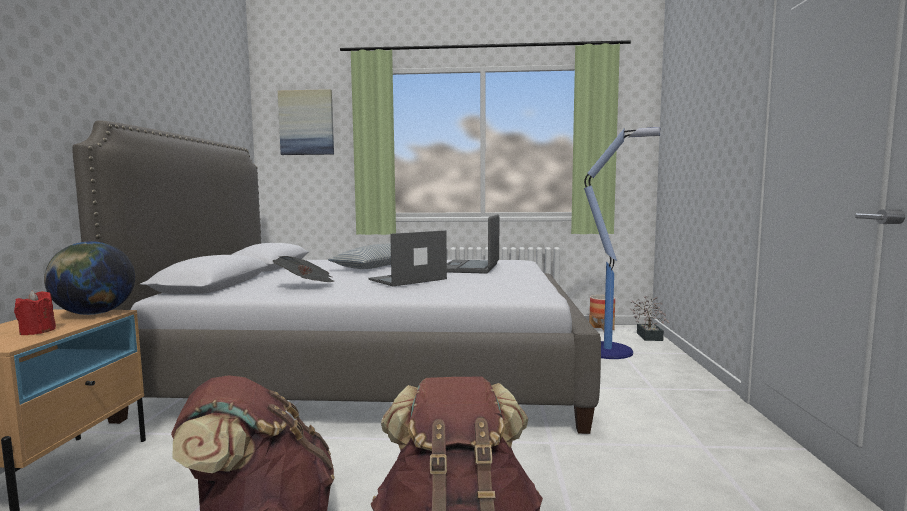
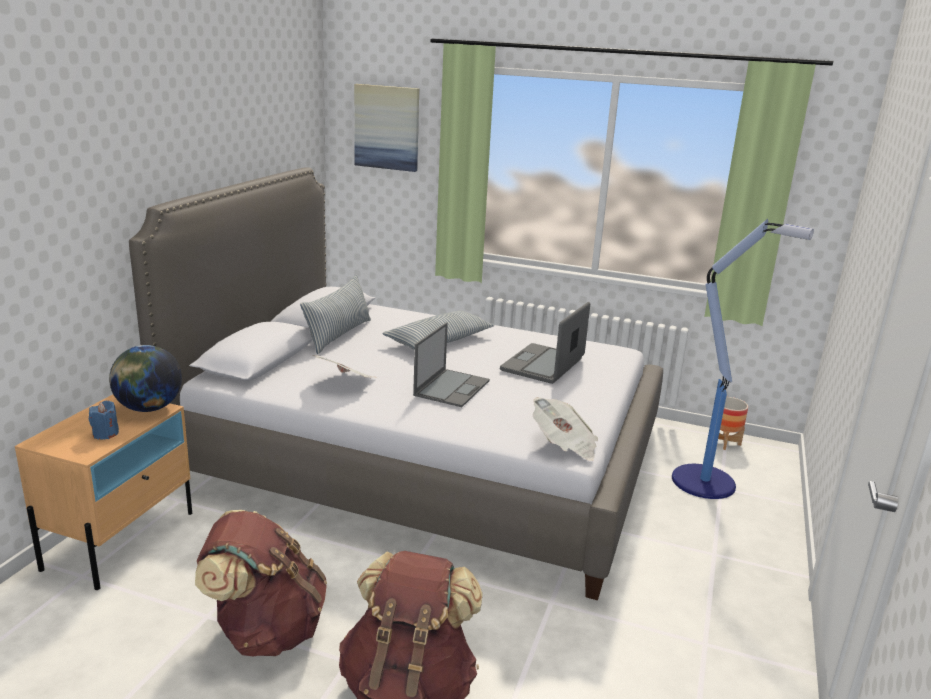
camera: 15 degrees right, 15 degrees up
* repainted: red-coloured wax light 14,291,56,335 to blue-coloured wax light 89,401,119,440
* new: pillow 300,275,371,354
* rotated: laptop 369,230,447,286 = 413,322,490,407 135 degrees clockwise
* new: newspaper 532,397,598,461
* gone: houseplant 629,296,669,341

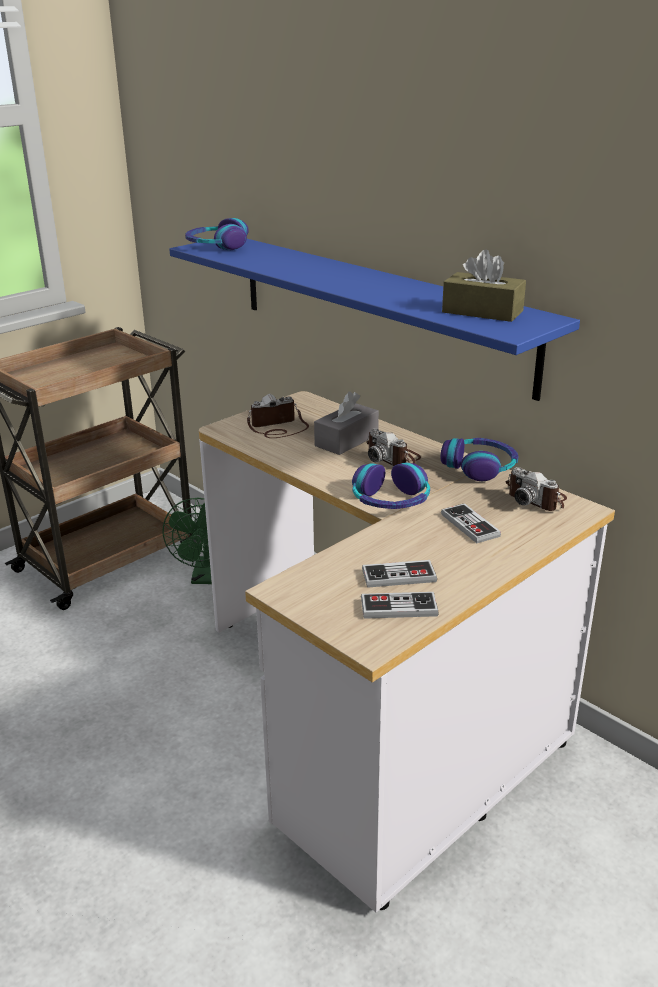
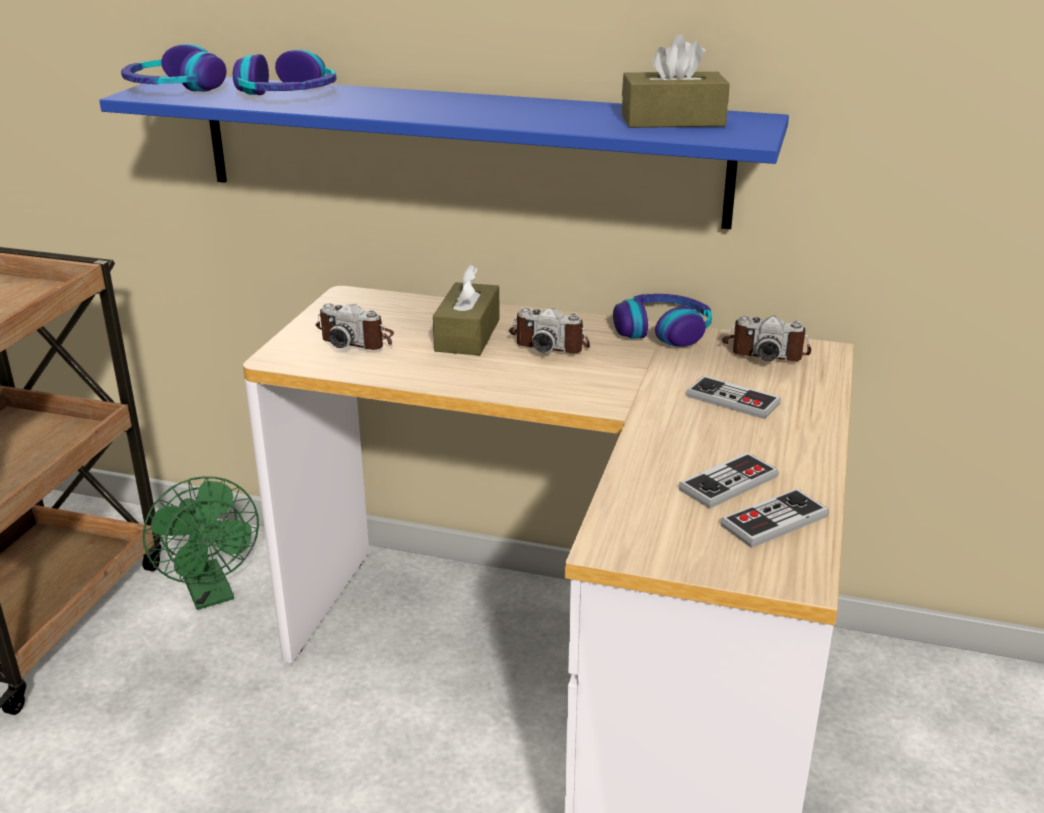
camera: 30 degrees left, 0 degrees up
* shifted: headset 352,462,430,509 to 233,50,337,95
* rotated: photo camera 247,394,309,438 = 316,303,394,350 105 degrees counterclockwise
* repainted: grey tissue holder 314,391,379,455 to brown tissue holder 433,265,500,355

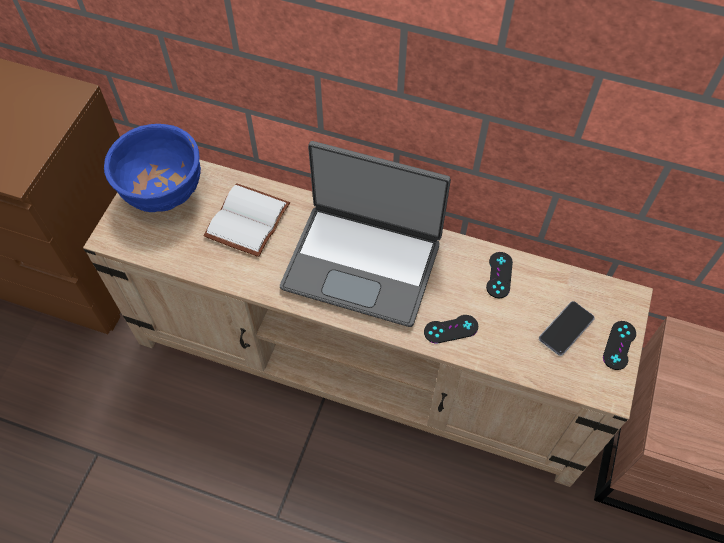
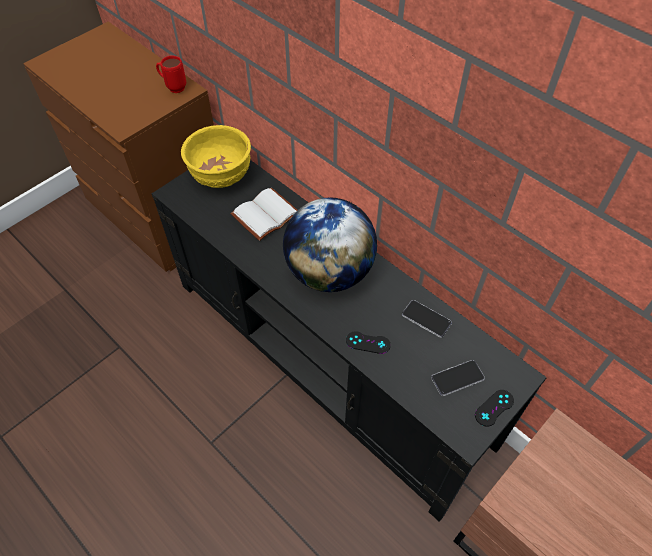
camera: 25 degrees right, 5 degrees down
* repainted: sand-coloured media console 83,159,653,487 to black-coloured media console 152,160,547,522
* new: red-coloured tea mug 156,56,186,93
* repainted: blue-coloured deep dish 104,124,201,212 to yellowish deep dish 181,125,251,188
* swapped: laptop 280,141,451,327 to desk globe 283,198,377,292
* swapped: black-coloured joypad 486,252,513,298 to handset 402,300,452,338

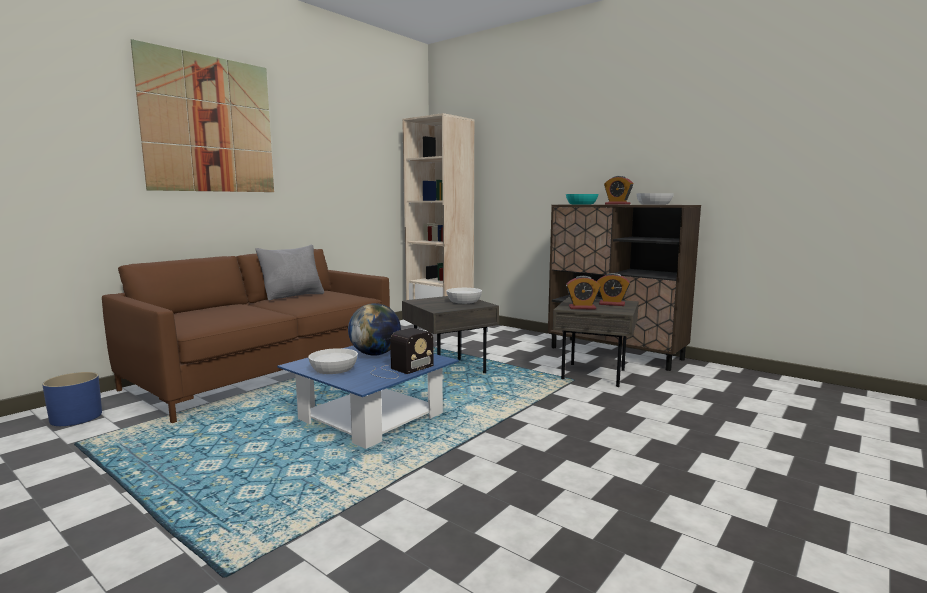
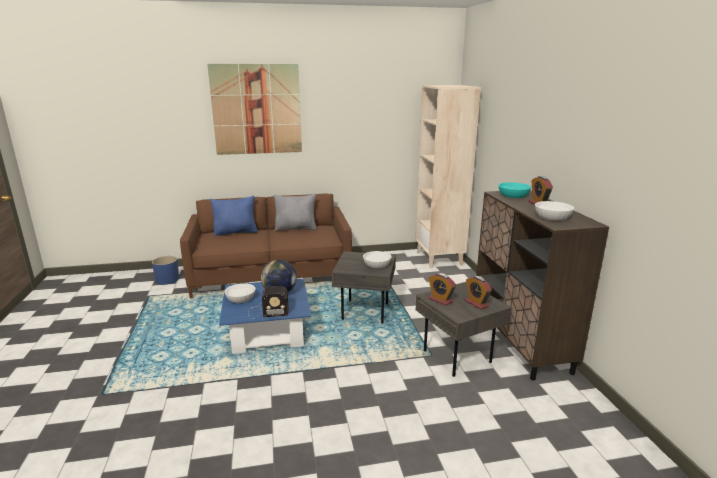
camera: 40 degrees right, 10 degrees up
* new: blue-coloured pillow 210,195,258,236

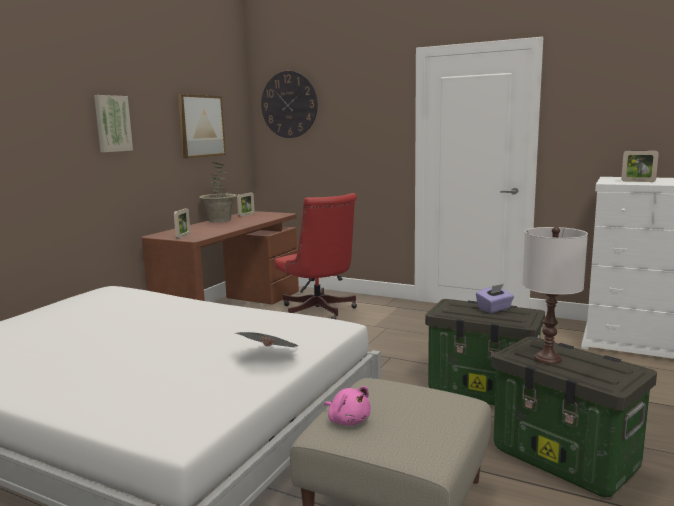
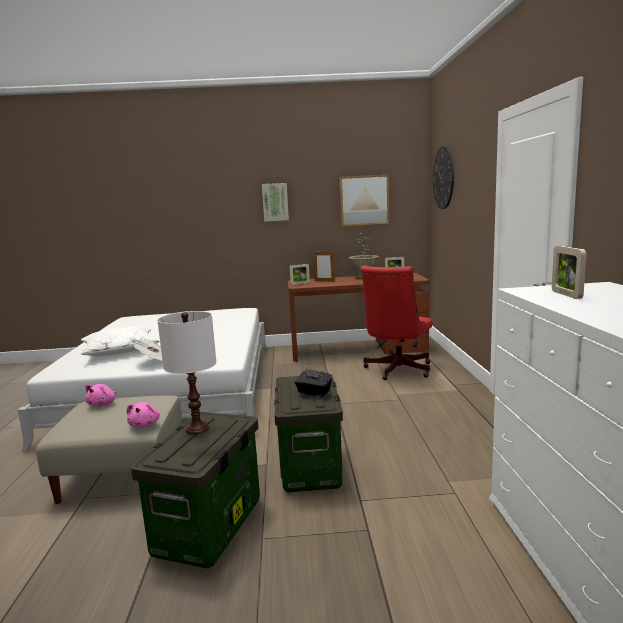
camera: 60 degrees right, 0 degrees up
* new: white-coloured pillow 81,326,160,356
* new: pinkish plush toy 127,402,160,428
* repainted: purple tissue holder 476,284,514,313 to black-coloured tissue holder 295,369,332,397
* new: standing frame 313,250,335,282

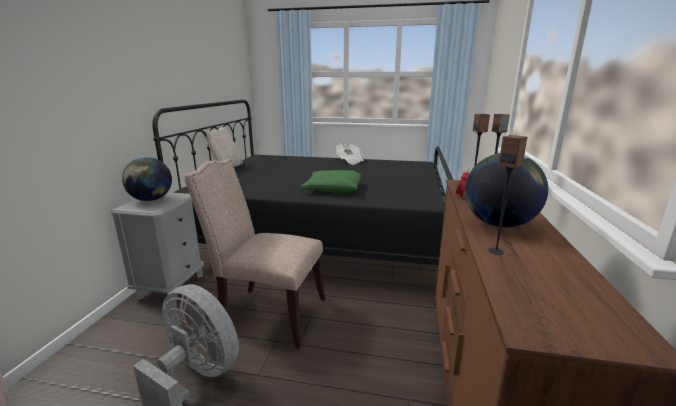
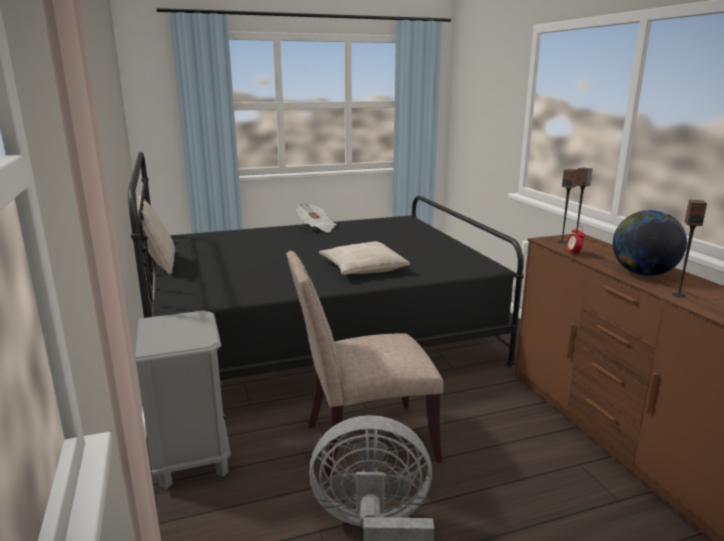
camera: 30 degrees left, 0 degrees up
* repainted: greenish pillow 300,170,362,193 to sand-coloured pillow 319,241,410,275
* gone: desk globe 122,157,172,201

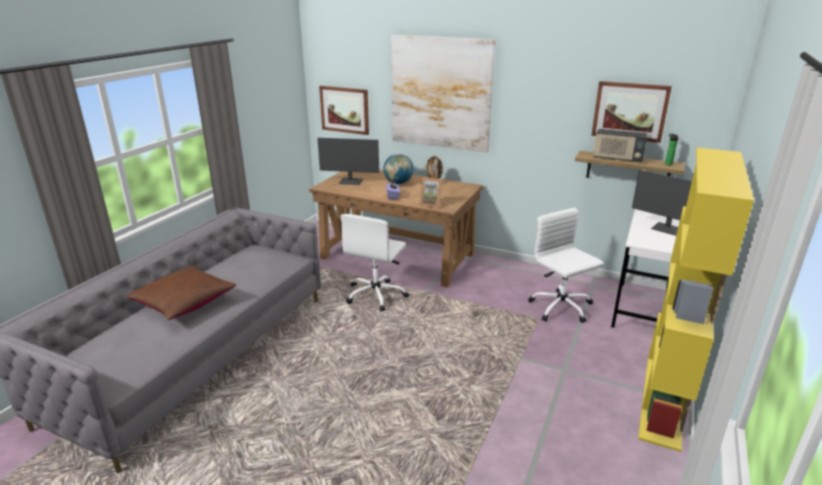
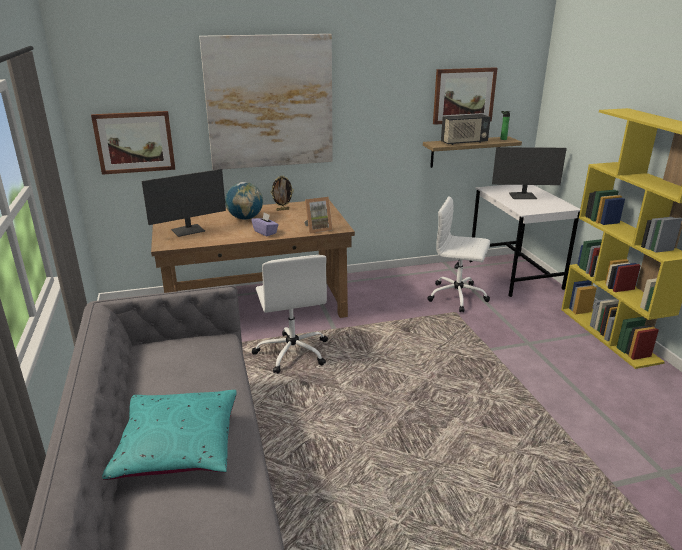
camera: 40 degrees left, 0 degrees up
* repainted: brown pillow 126,265,236,320 to blue-green pillow 102,390,237,480

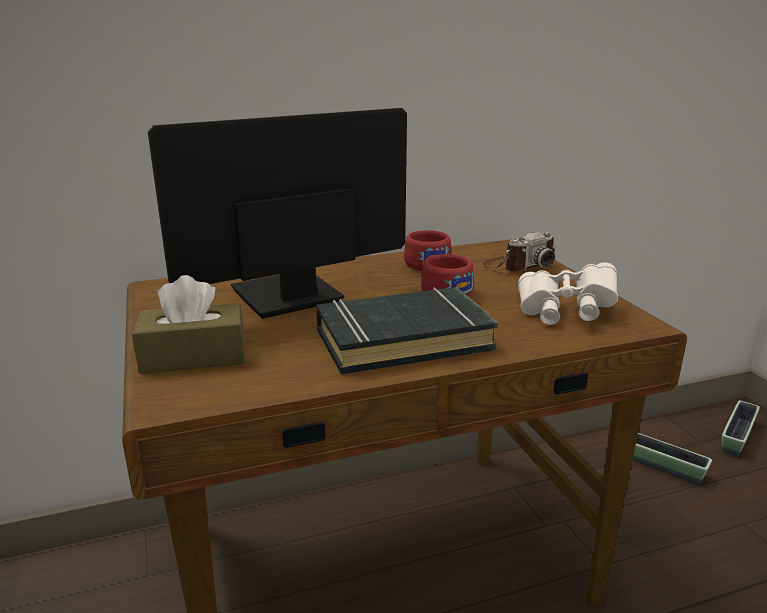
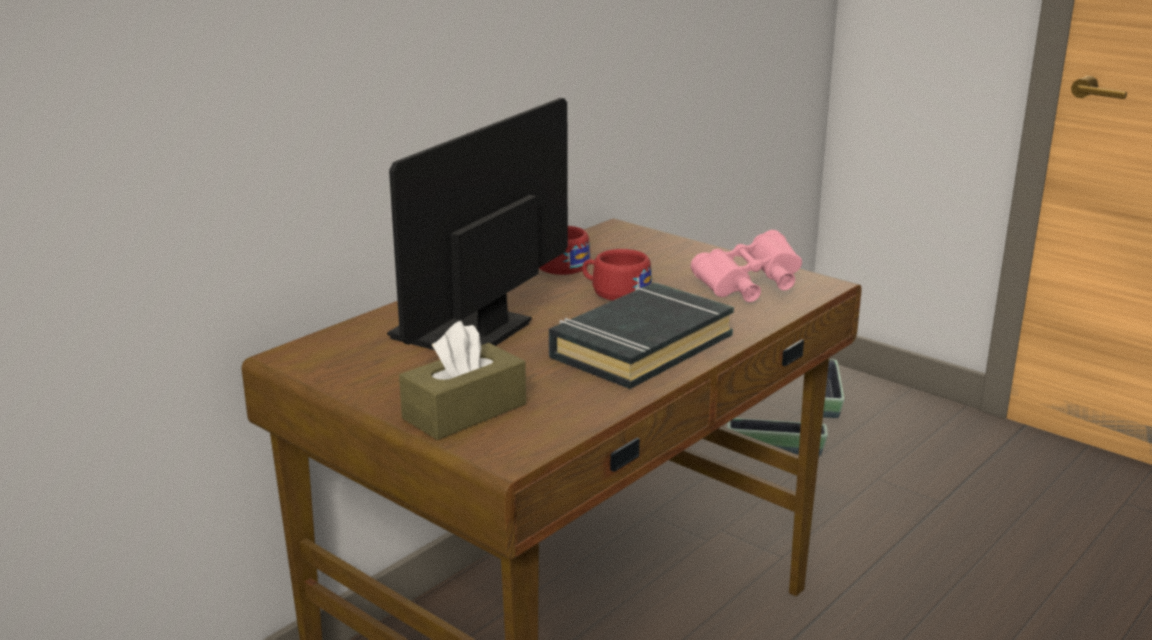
camera: 30 degrees left, 0 degrees up
* repainted: white-coloured pair of binoculars 518,262,618,325 to pinkish pair of binoculars 691,230,802,302
* gone: photo camera 483,232,555,271

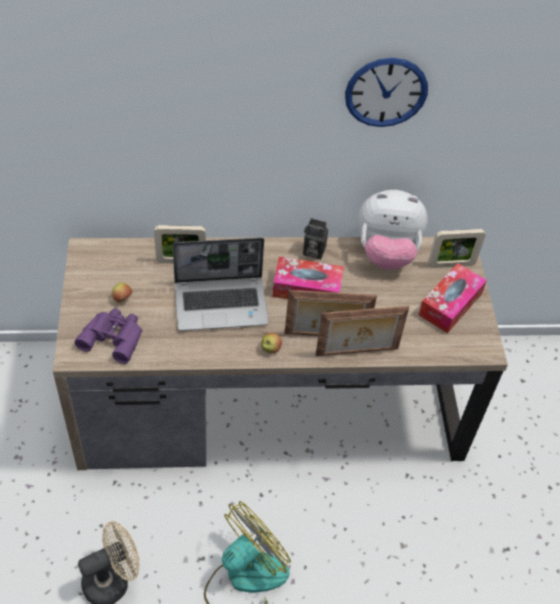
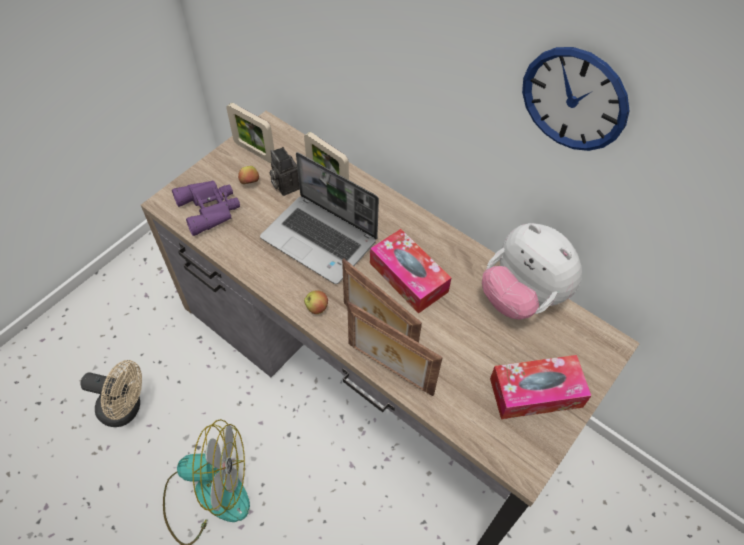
camera: 45 degrees right, 5 degrees up
* shifted: standing frame 428,229,486,268 to 226,103,274,163
* shifted: photo camera 303,218,328,260 to 269,147,300,196

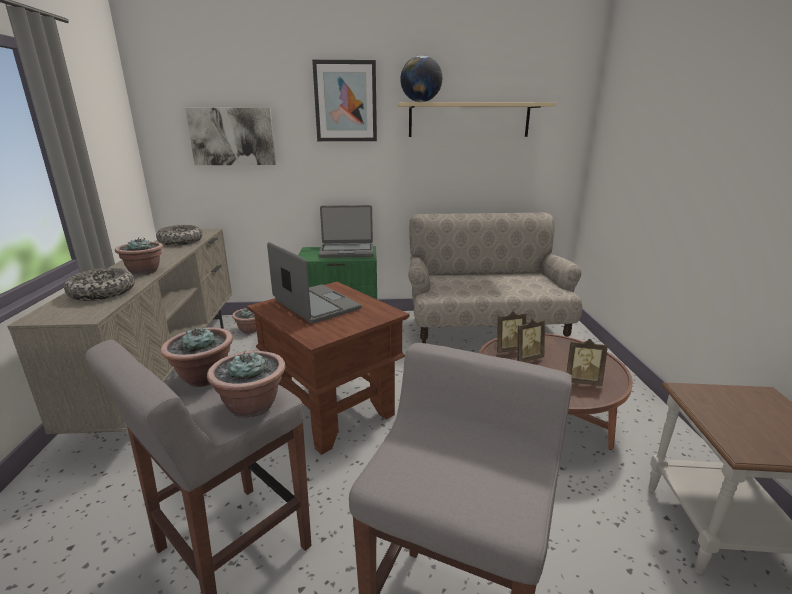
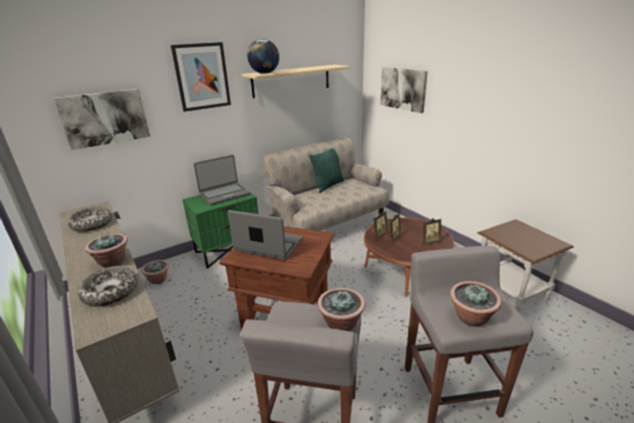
camera: 30 degrees left, 5 degrees up
* new: greenish pillow 309,148,344,193
* new: picture 380,67,428,113
* shifted: houseplant 161,326,233,387 to 450,281,502,327

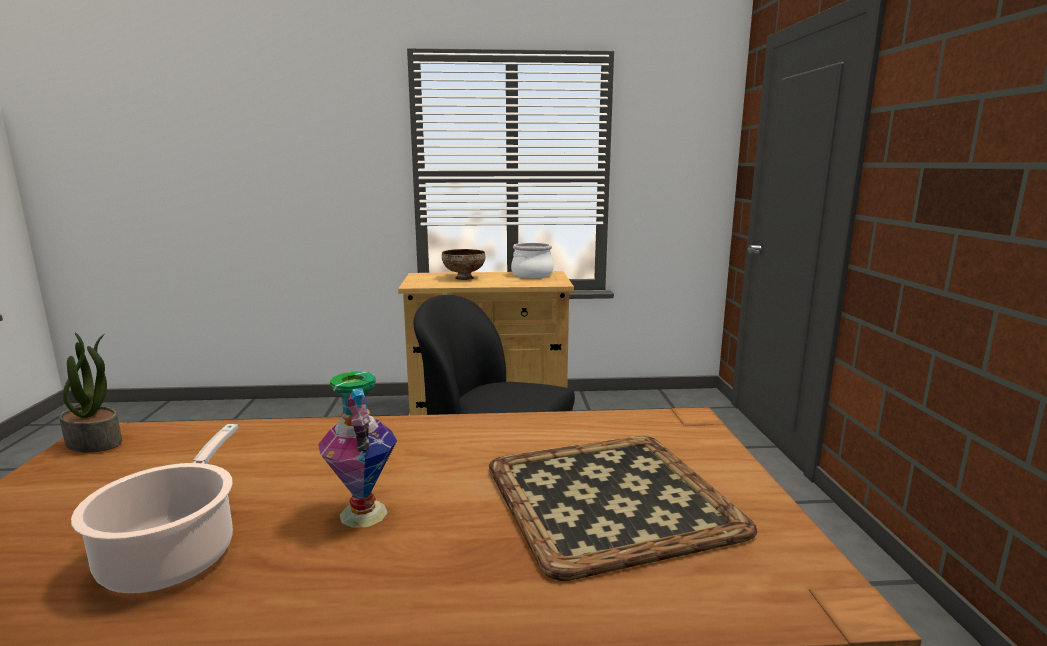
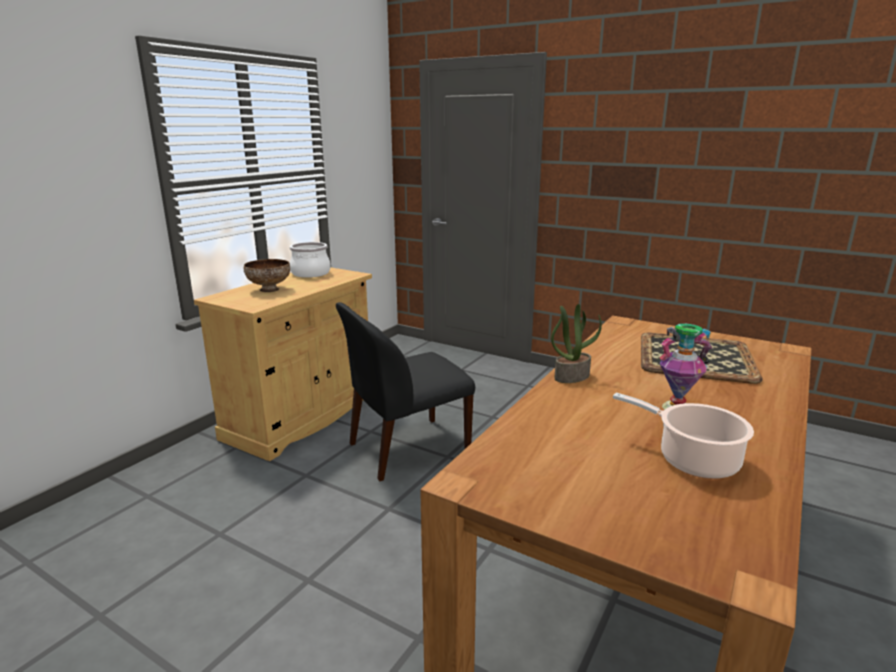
camera: 55 degrees left, 5 degrees up
* shifted: houseplant 59,333,122,453 to 551,304,602,383

